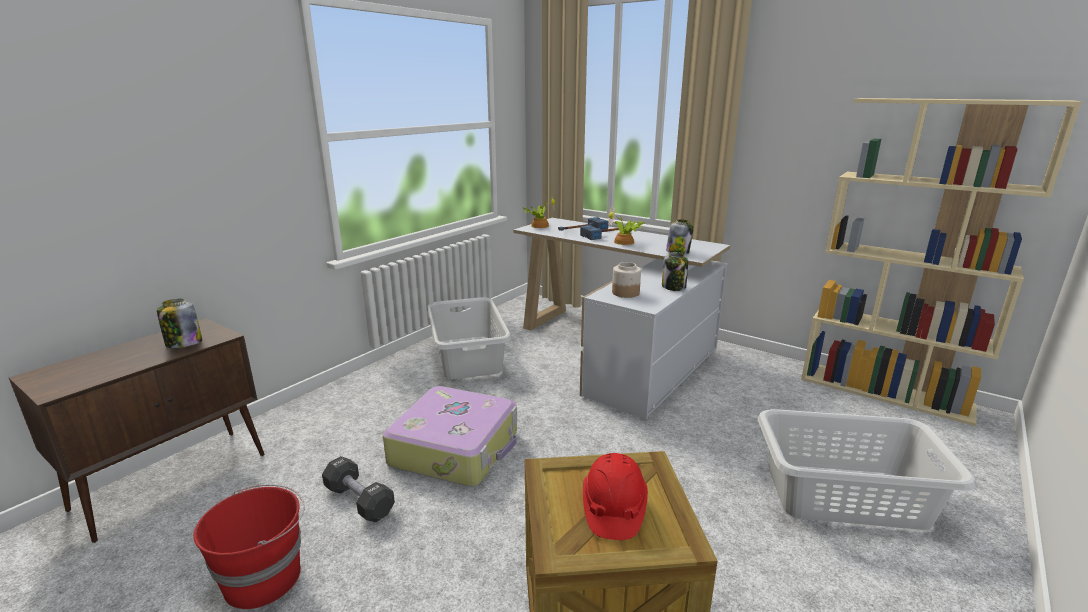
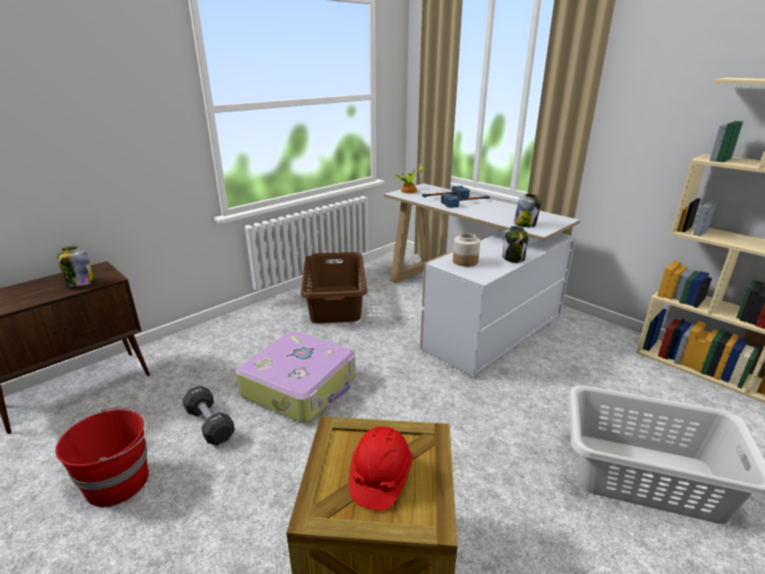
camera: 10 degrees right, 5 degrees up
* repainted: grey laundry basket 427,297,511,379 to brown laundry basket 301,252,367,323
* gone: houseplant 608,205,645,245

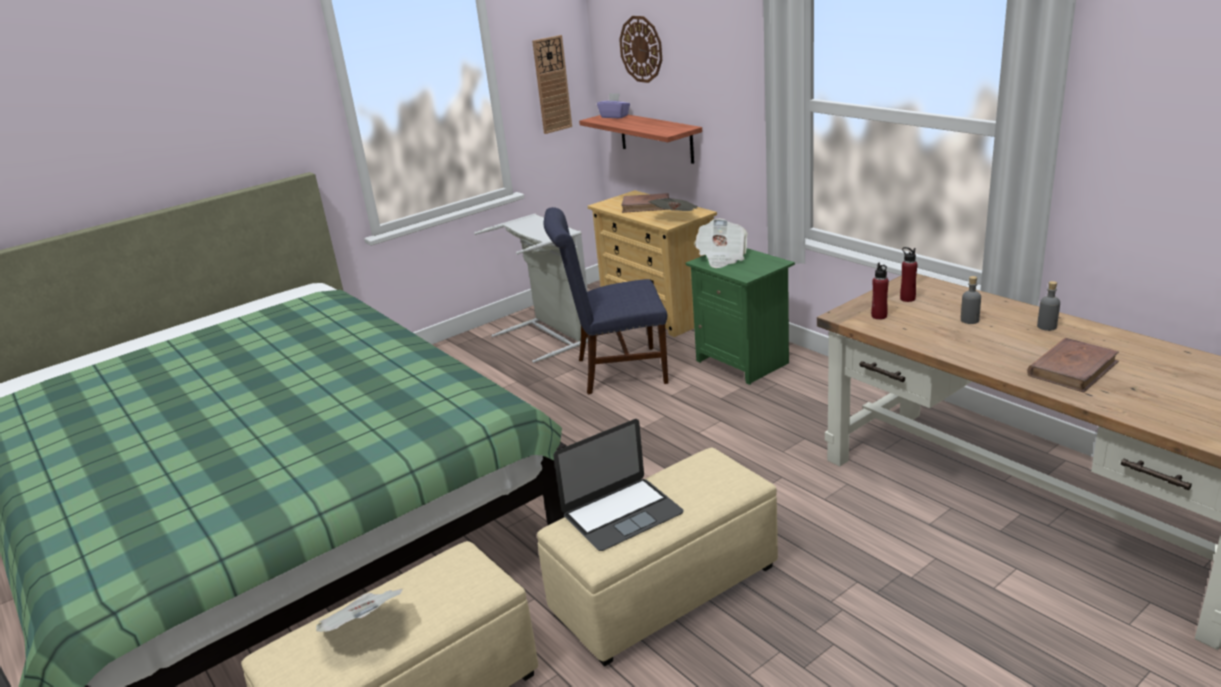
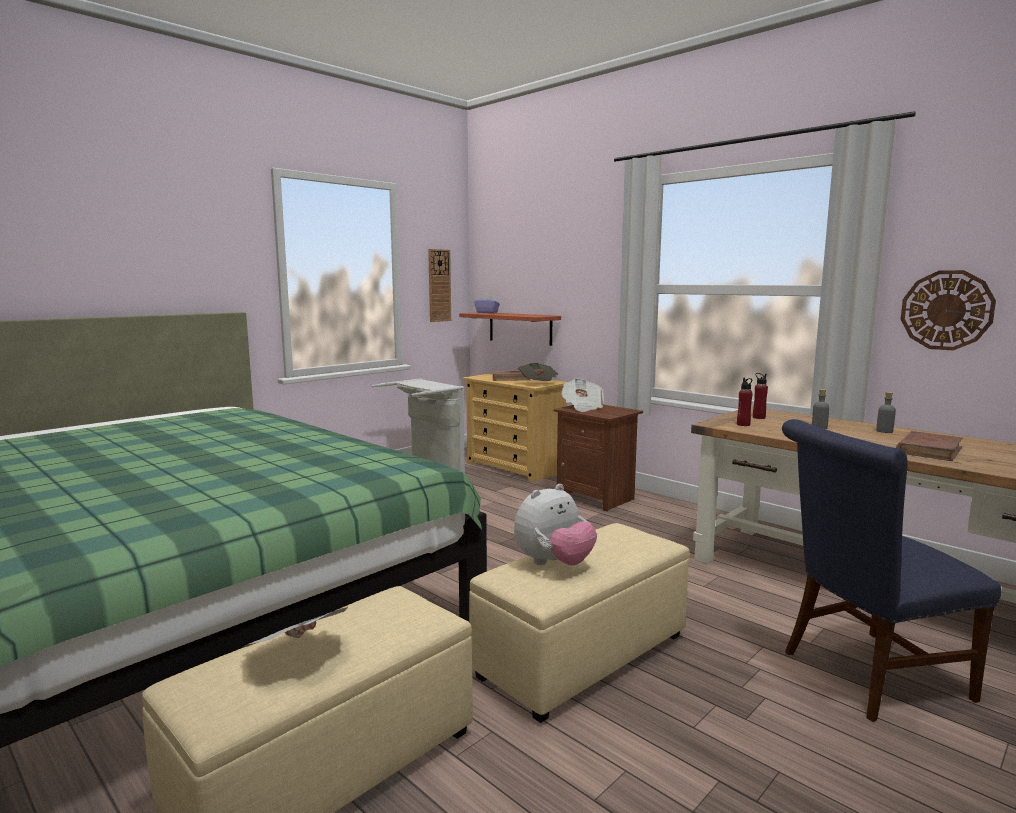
camera: 10 degrees left, 15 degrees down
* swapped: laptop 554,419,684,551 to plush toy 514,484,597,566
* repainted: greenish bedside table 686,248,795,385 to brown bedside table 554,404,643,512
* shifted: blue-coloured chair 543,207,668,395 to 782,419,1002,722
* shifted: hanging clock 619,16,662,83 to 900,270,996,350

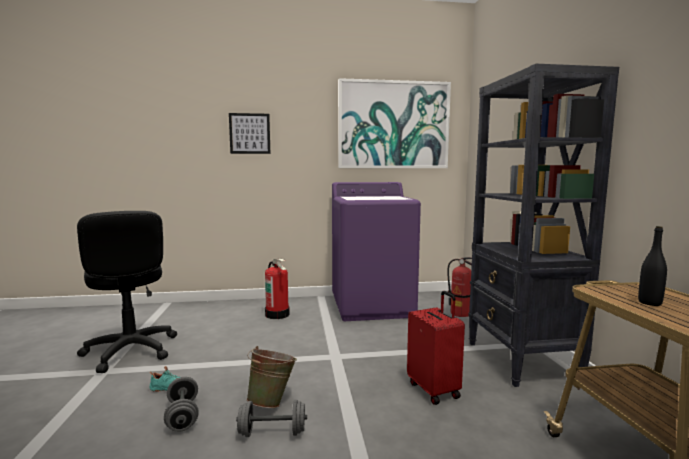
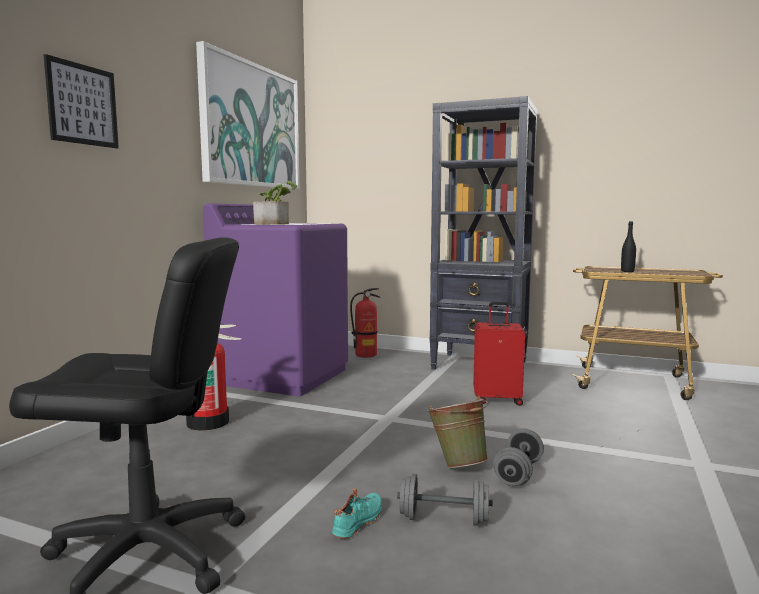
camera: 60 degrees left, 0 degrees up
* new: houseplant 253,181,297,225

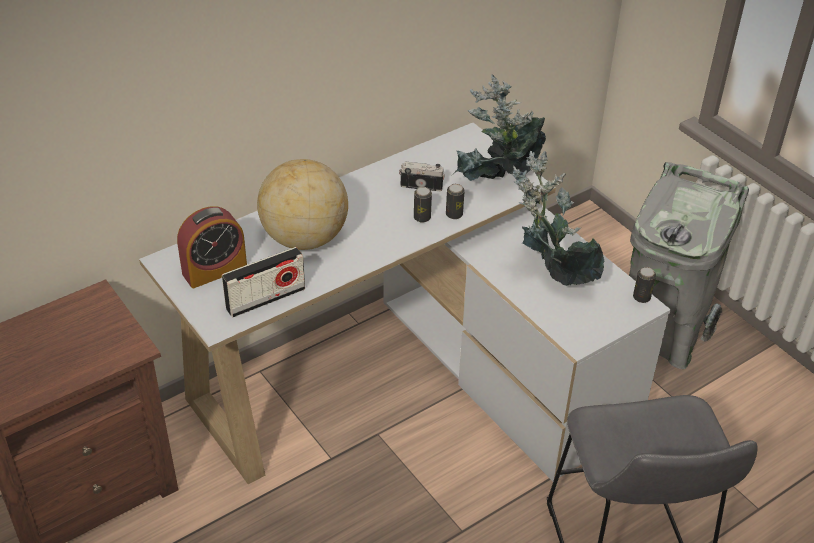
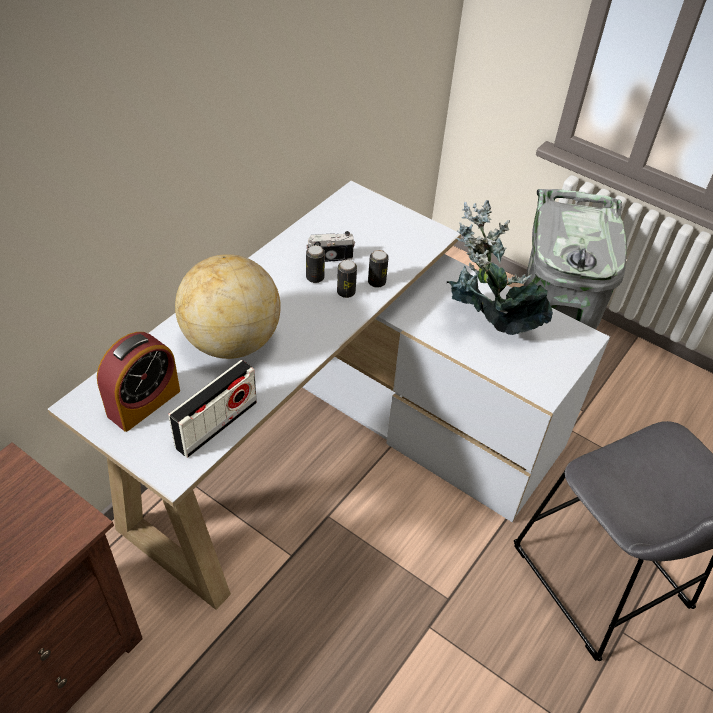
camera: 20 degrees left, 5 degrees up
* shifted: metal can 633,267,656,303 to 306,245,325,283
* gone: houseplant 453,74,546,181

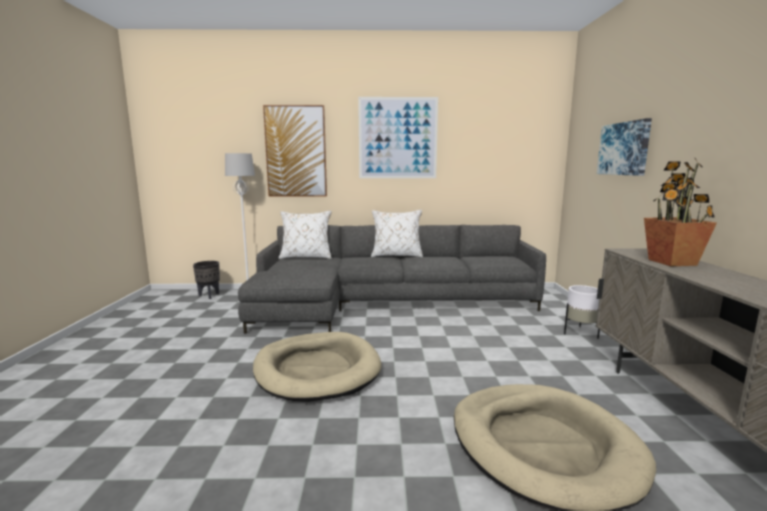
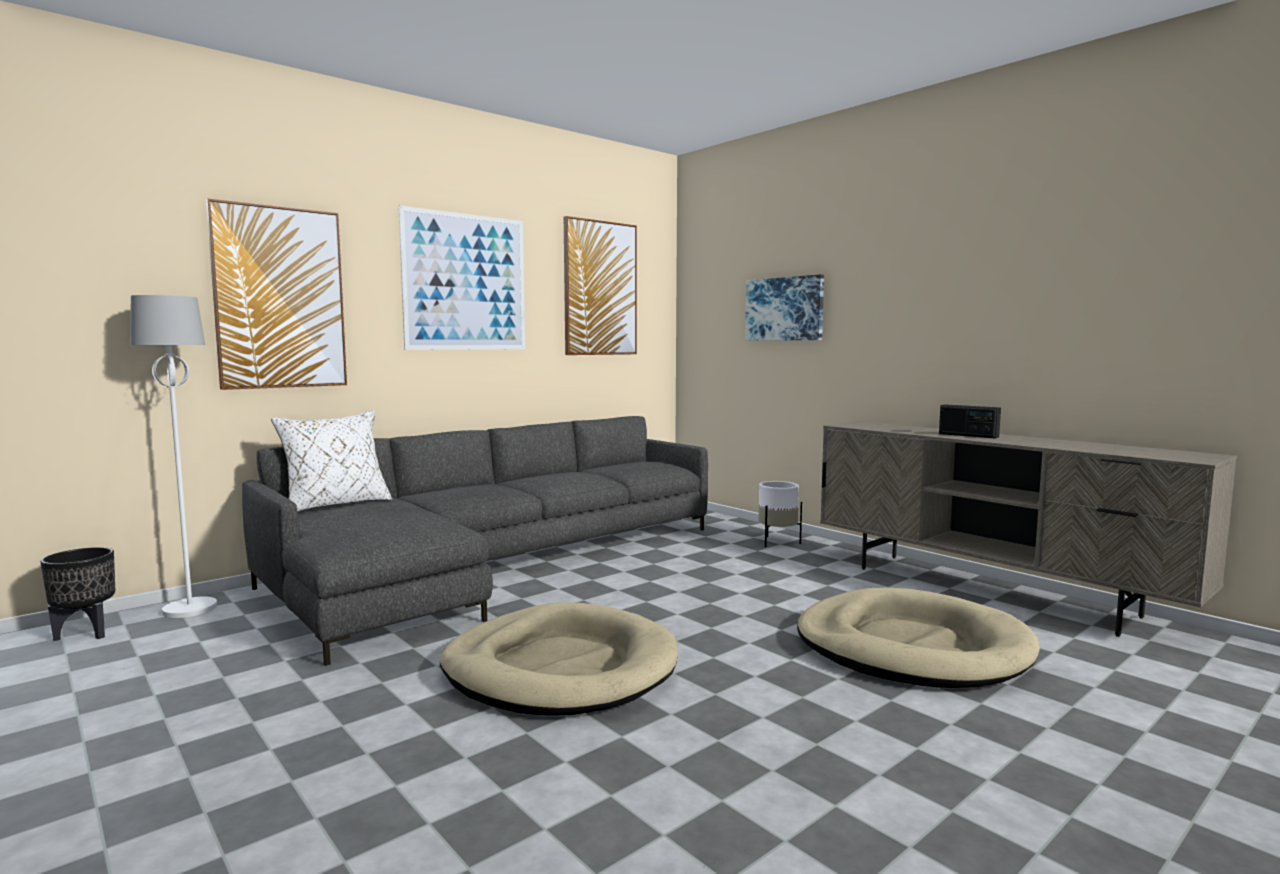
camera: 40 degrees left, 5 degrees down
* new: picture 564,216,637,355
* new: radio 939,404,1001,439
* gone: white-coloured pillow 371,210,423,258
* gone: houseplant 644,158,717,266

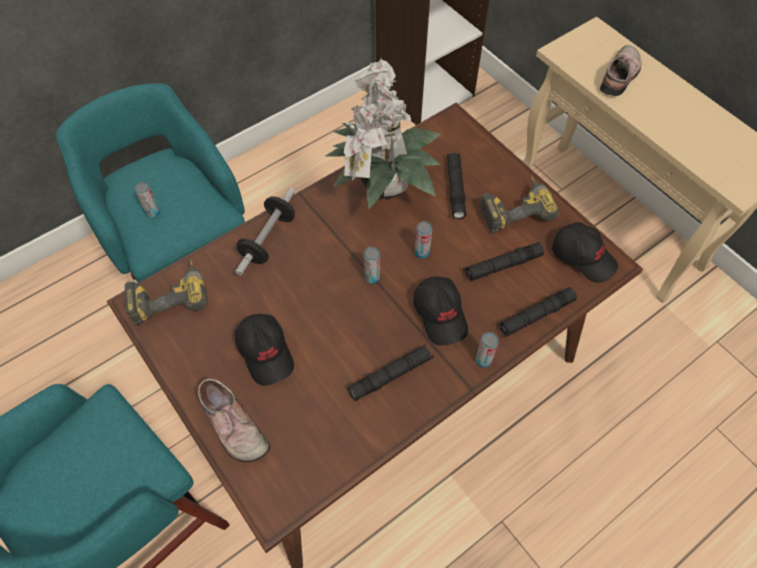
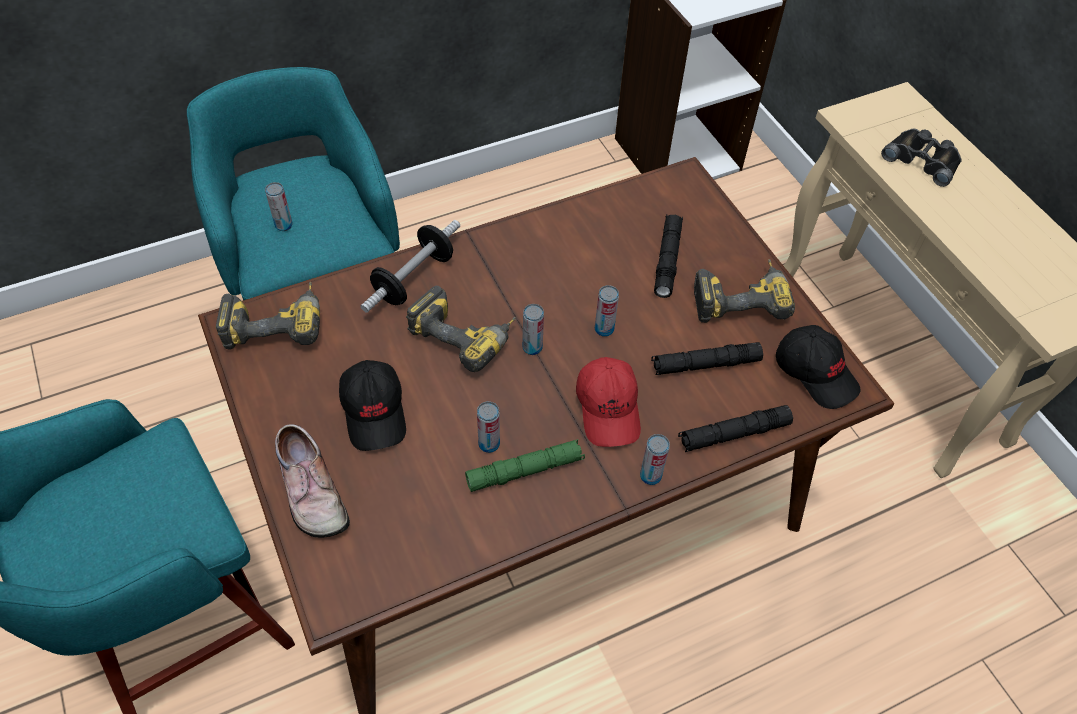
camera: 10 degrees right, 5 degrees down
* new: power drill 406,286,516,372
* repainted: black-coloured hand torch 348,344,433,401 to greenish hand torch 465,439,585,492
* new: metal can 477,401,500,453
* repainted: black-coloured cap 413,277,468,346 to red-coloured cap 576,357,641,447
* swapped: item of footwear 600,45,642,96 to black-coloured pair of binoculars 881,129,962,187
* gone: houseplant 325,58,441,209

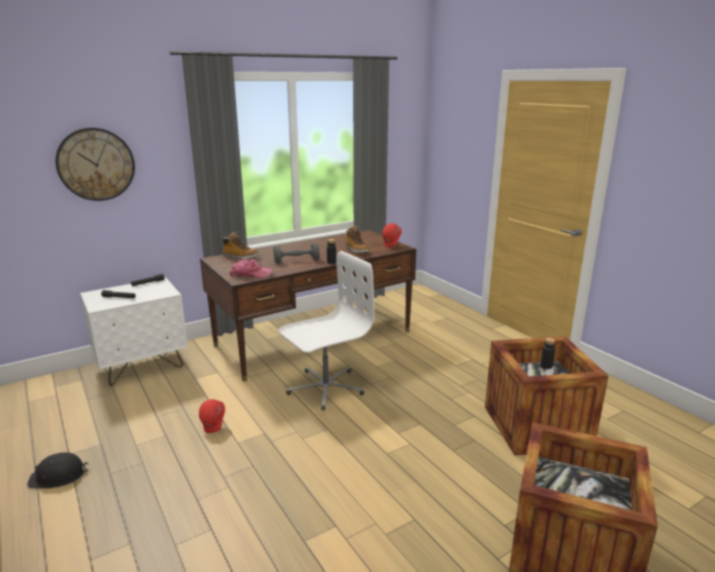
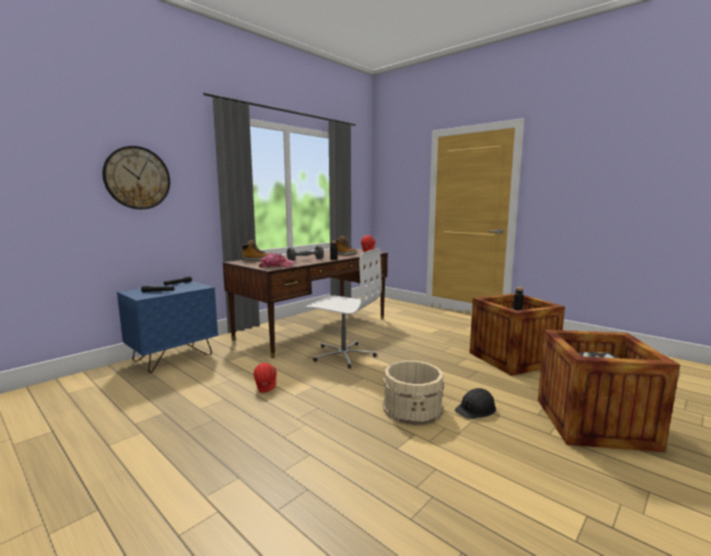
camera: 15 degrees left, 10 degrees down
* repainted: white-coloured bedside table 80,277,188,385 to blue-coloured bedside table 117,281,218,373
* rotated: white-coloured computer chair 278,251,374,410 = 306,248,382,368 75 degrees clockwise
* new: sand-coloured pail 383,360,445,425
* shifted: black-coloured work helmet 27,452,89,489 to 455,388,496,419

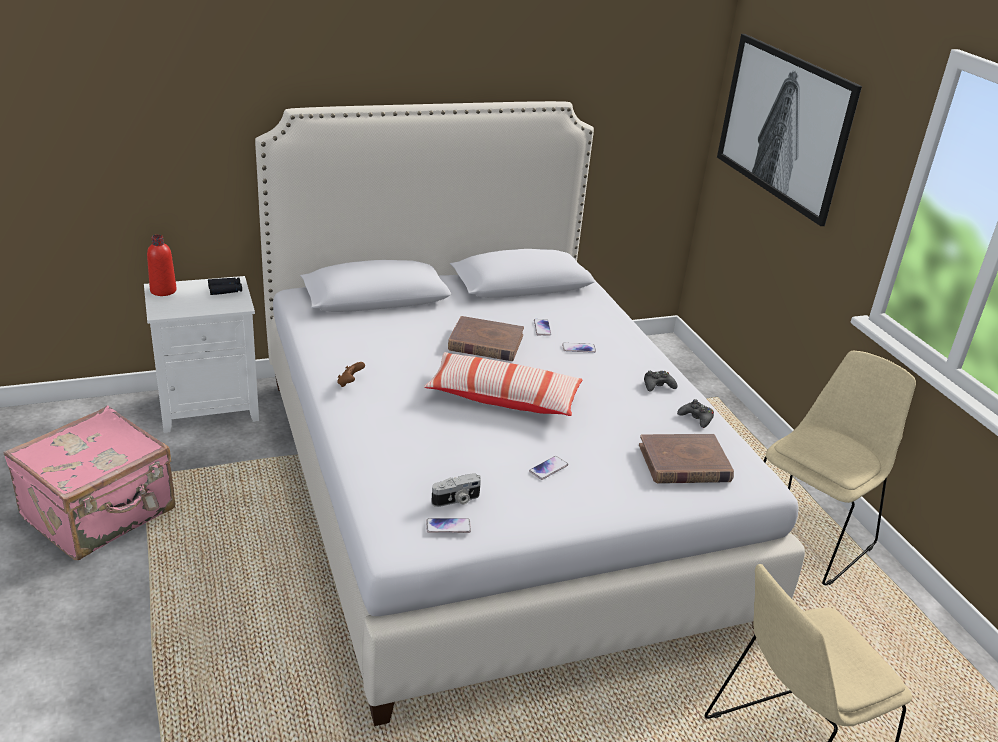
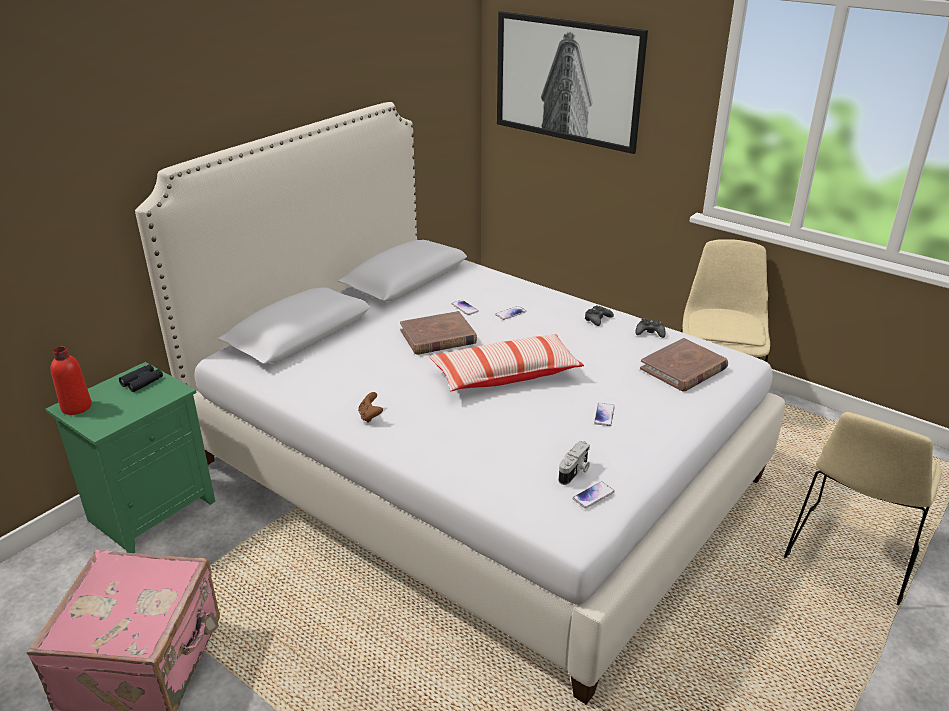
camera: 30 degrees left, 0 degrees up
* repainted: white-coloured bedside table 144,276,259,433 to greenish bedside table 45,362,215,553

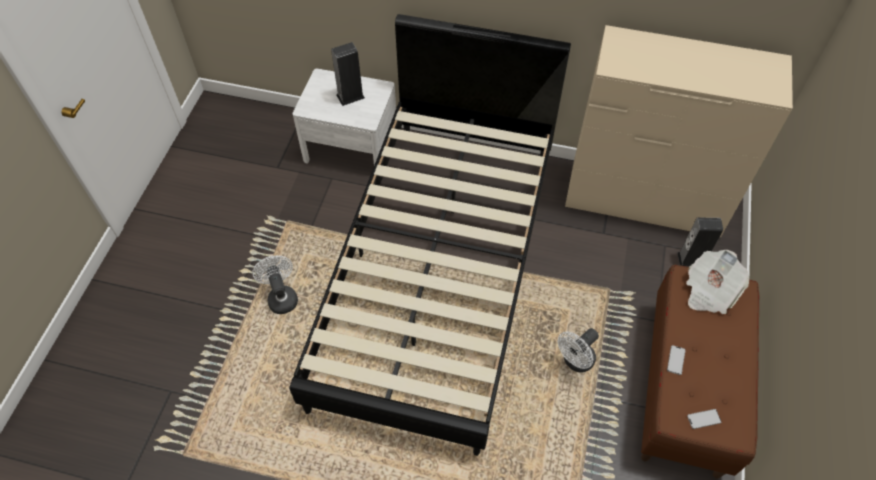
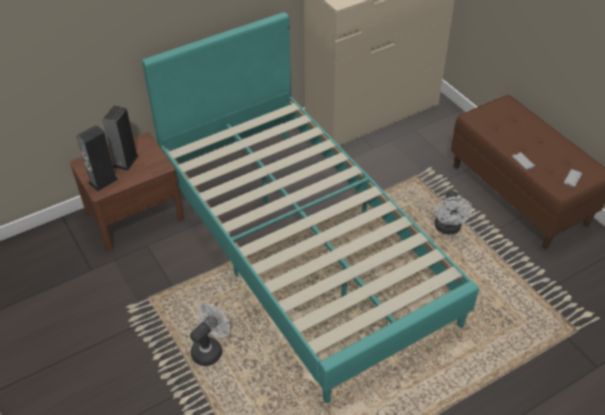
camera: 45 degrees left, 10 degrees down
* repainted: white-coloured bedside table 293,68,396,165 to brown bedside table 70,133,184,251
* shifted: speaker 677,218,723,267 to 76,125,118,191
* repainted: black-coloured bed 289,14,571,456 to blue-green bed 142,12,479,403
* rotated: white-coloured fan 252,255,298,314 = 190,303,230,366 105 degrees clockwise
* gone: newspaper 686,250,749,314

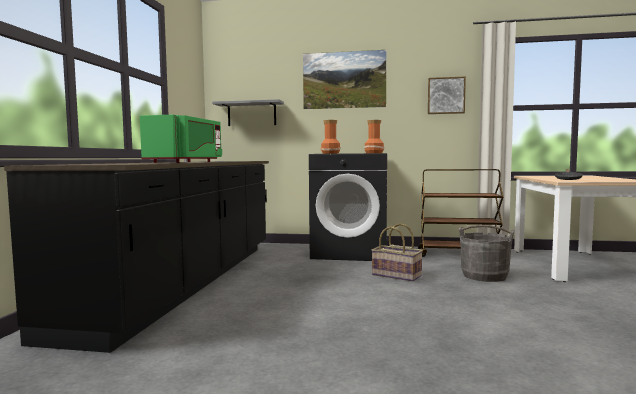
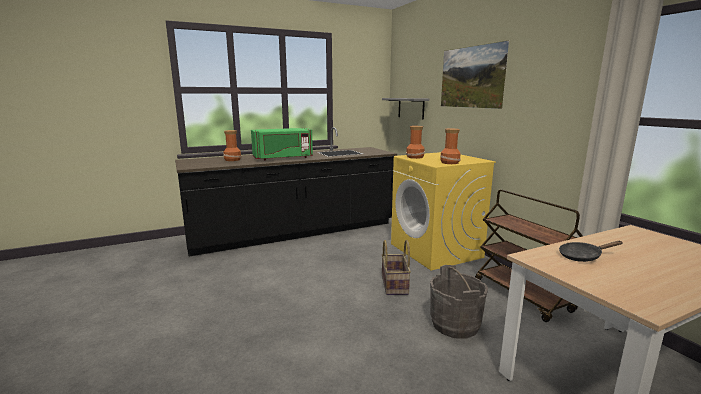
camera: 55 degrees right, 10 degrees up
* new: vase 223,130,242,161
* repainted: black-coloured washing machine 309,153,387,261 to yellowish washing machine 391,152,496,270
* gone: picture 428,76,466,114

